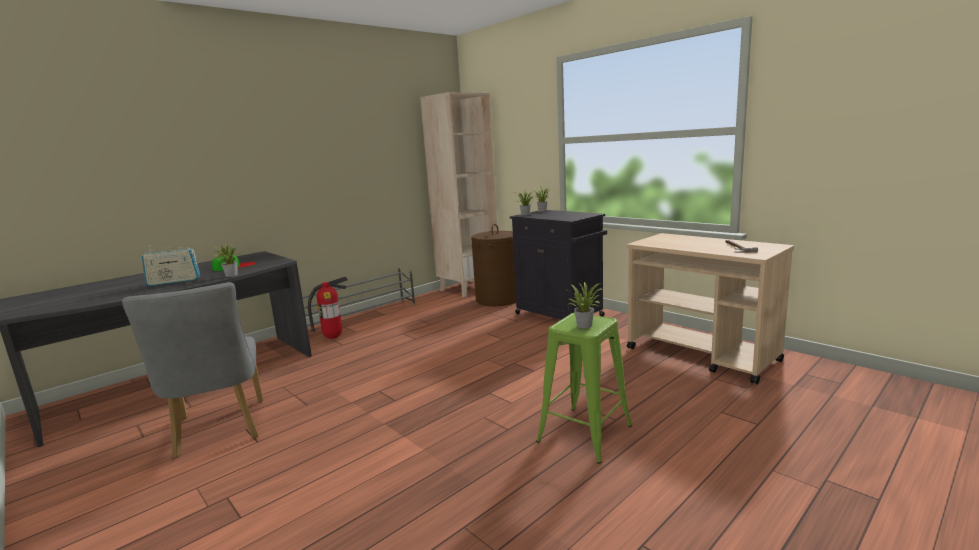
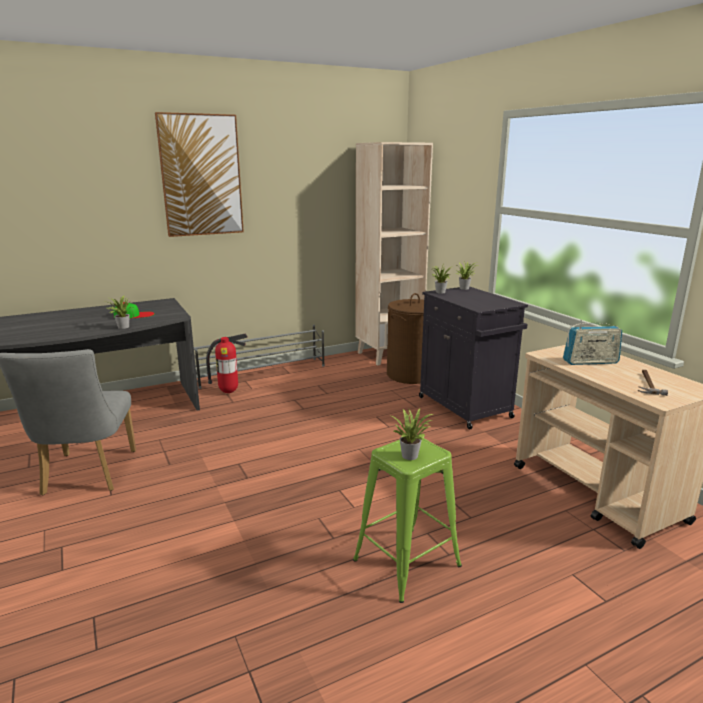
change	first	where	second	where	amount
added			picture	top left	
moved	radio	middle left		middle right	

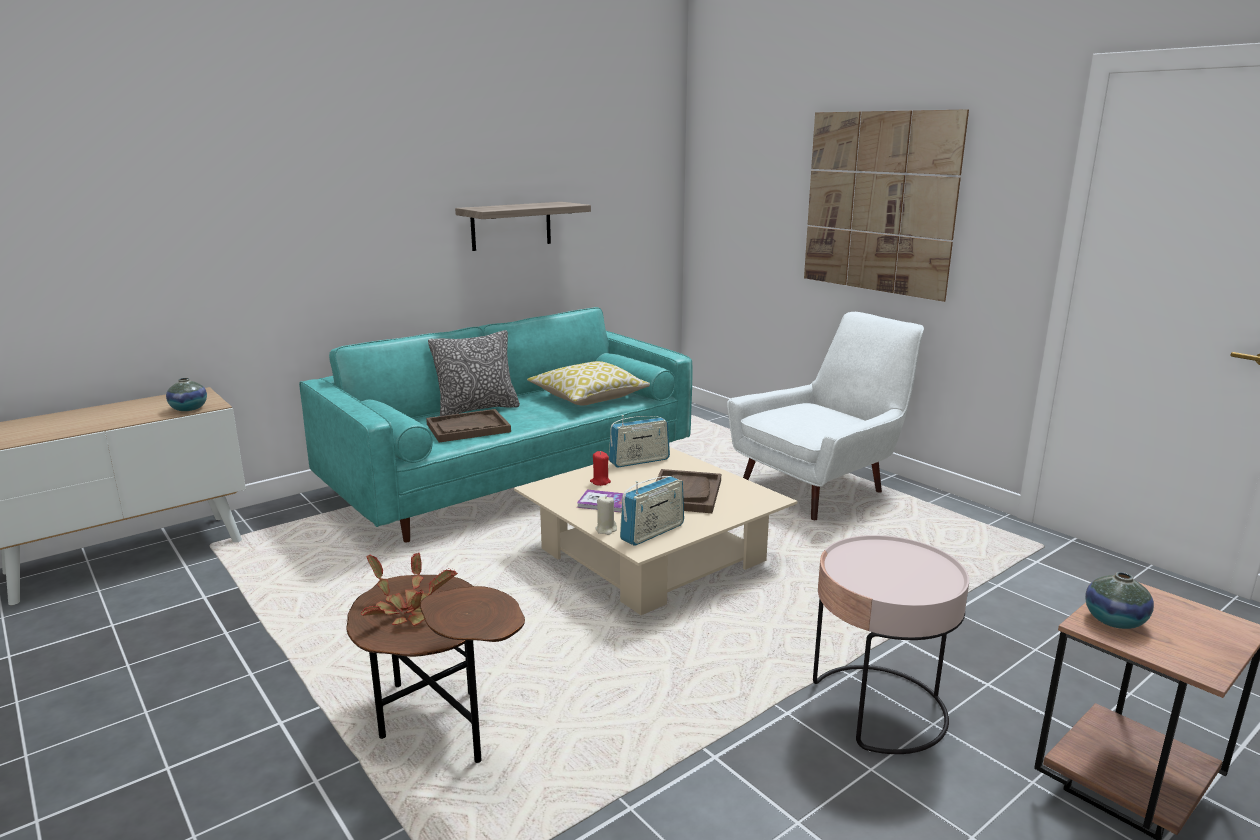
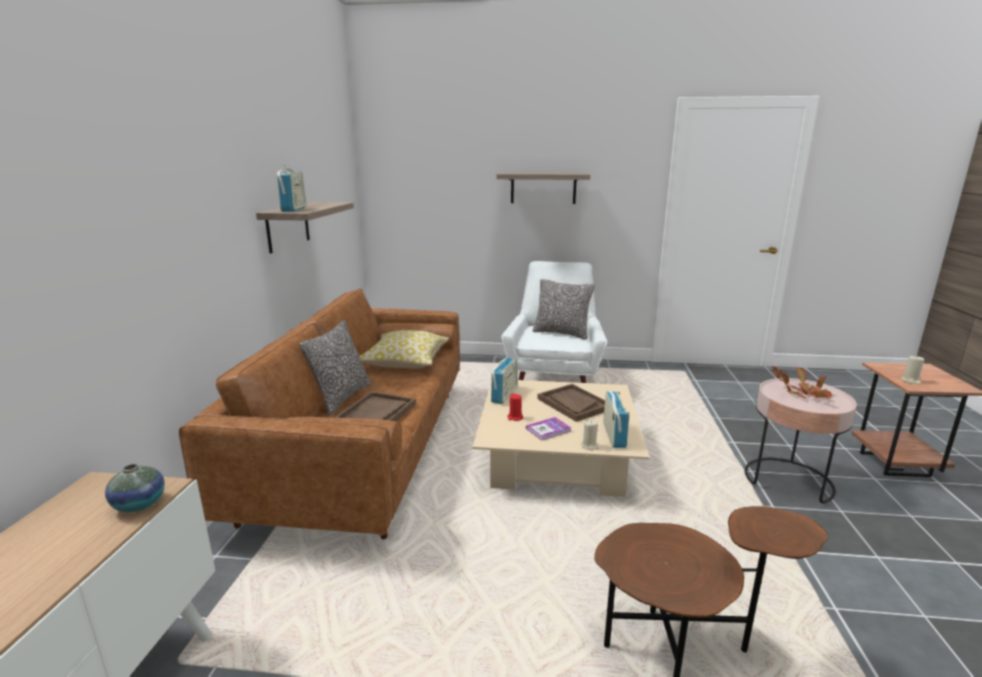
change	first	where	second	where	amount
added			radio (1st from left)	top left	
added			pillow (3rd from left)	centre	
moved	potted plant	bottom left		middle right	
replaced	picture	top right	shelf (2nd from left)	top centre	
replaced	vase (2nd from left)	bottom right	beige candle (2nd from left)	middle right	
recoloured	turquoise sofa	centre	brown sofa	middle left	

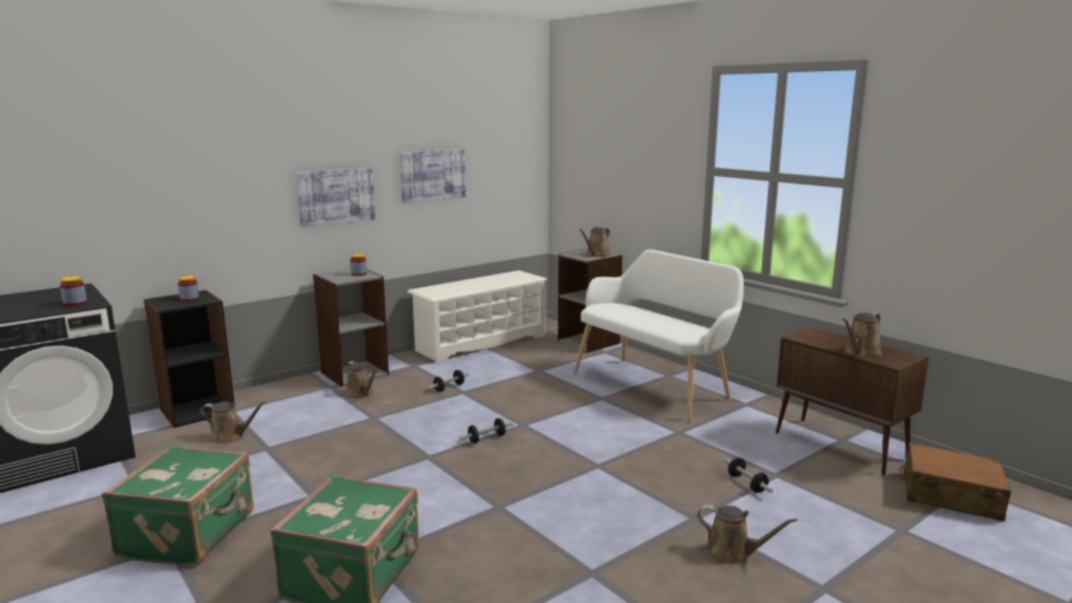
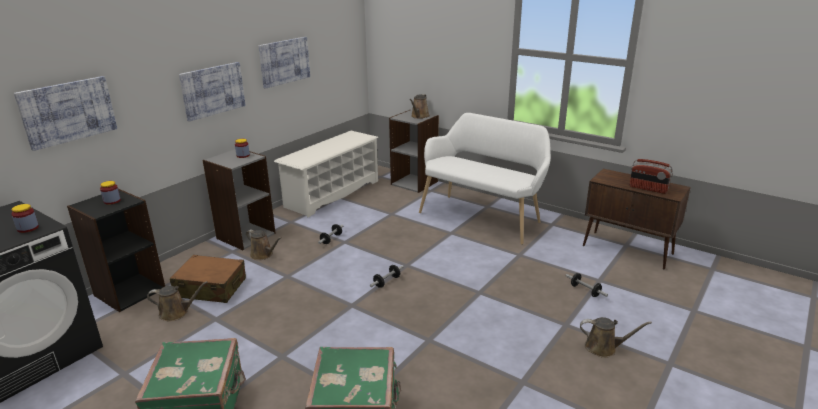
change	first	where	second	where	amount
added			picture (1st from left)	top left	
moved	brown suitcase	bottom right		bottom left	
replaced	brown watering can (5th from left)	middle right	radio	middle right	

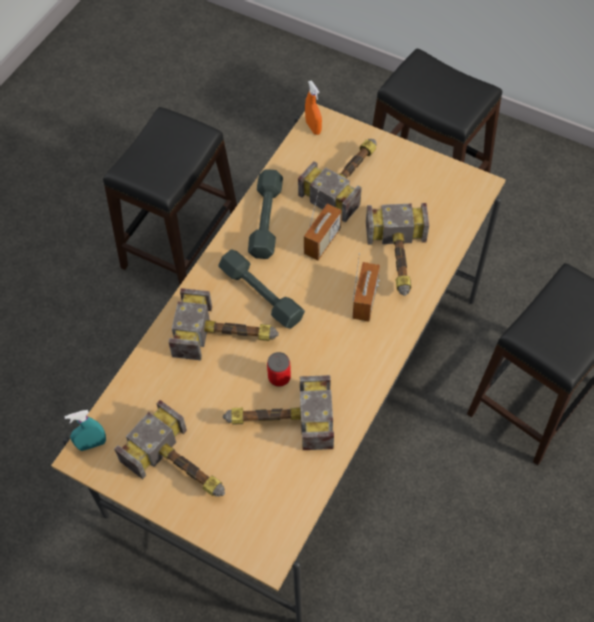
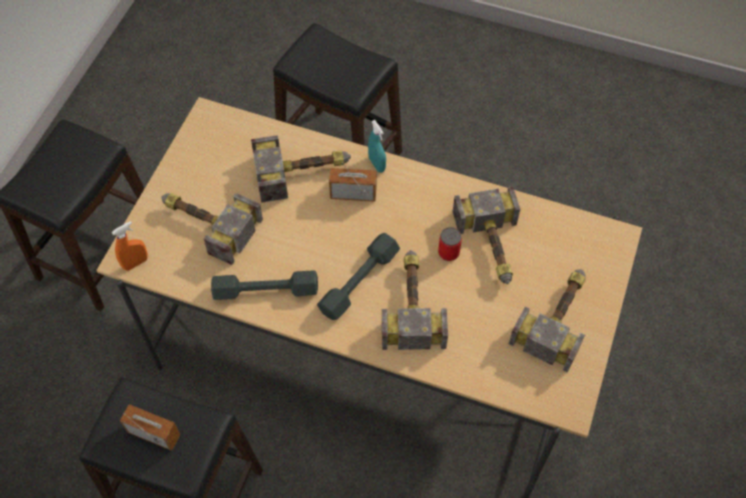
change	first	where	second	where	amount
moved	turquoise spray bottle	bottom left		top centre	
moved	radio (1st from left)	centre		bottom left	

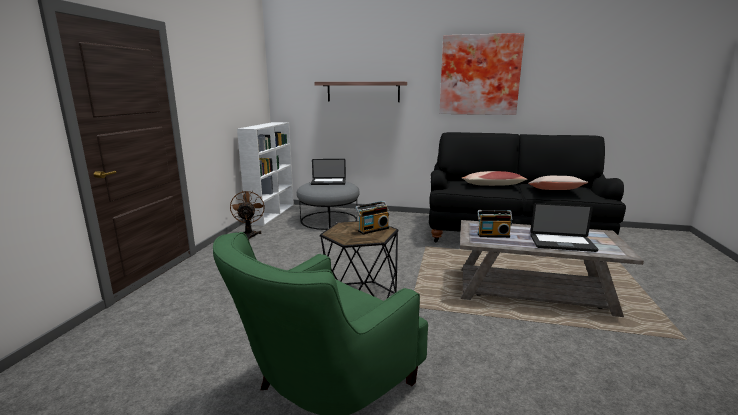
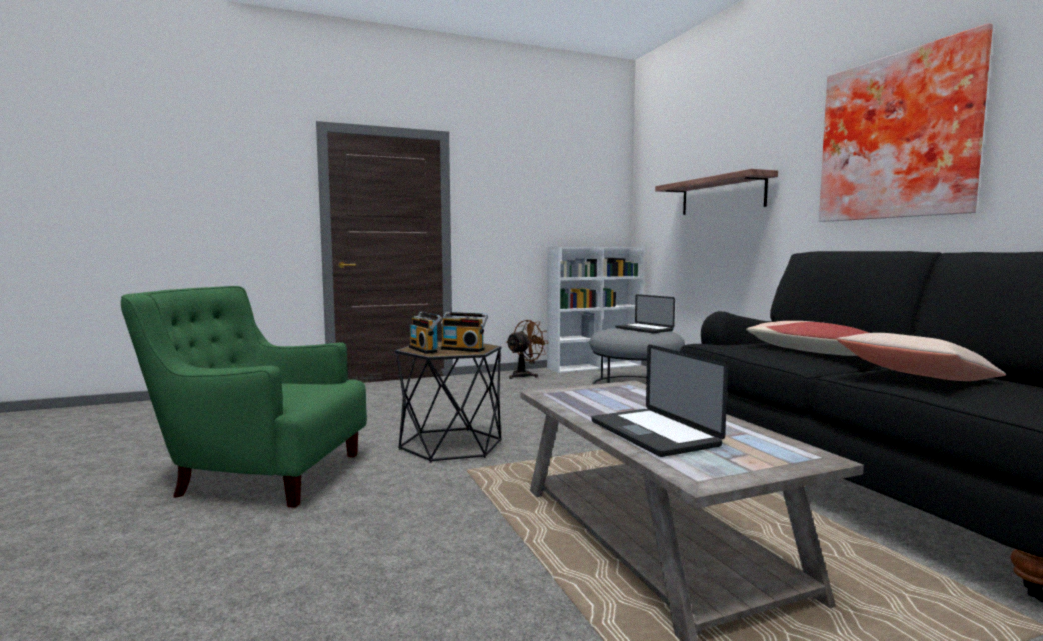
change	first	where	second	where	amount
moved	radio (2nd from left in the first image)	middle right	radio (1st from left)	centre	

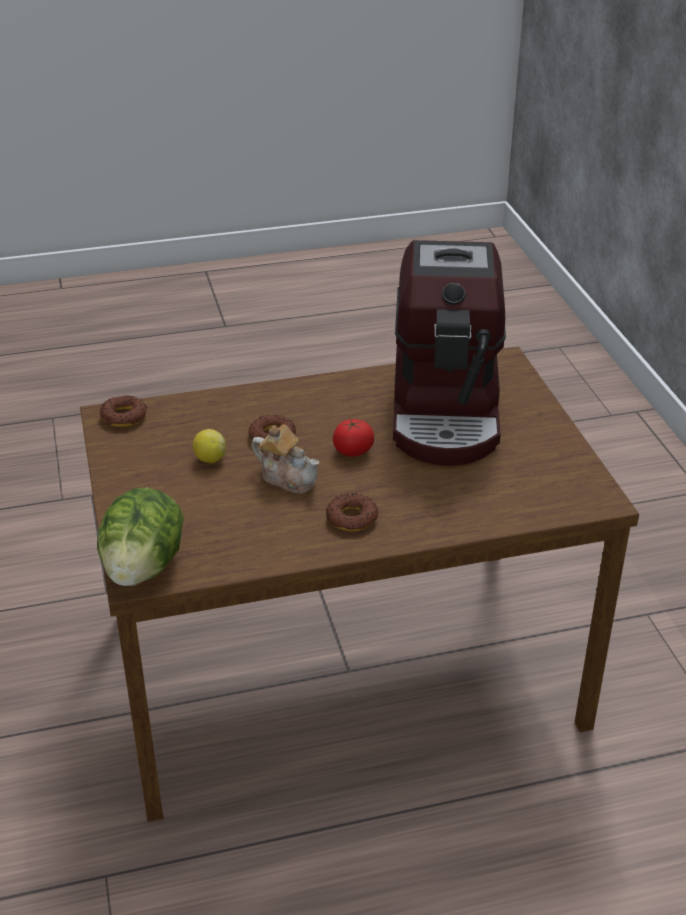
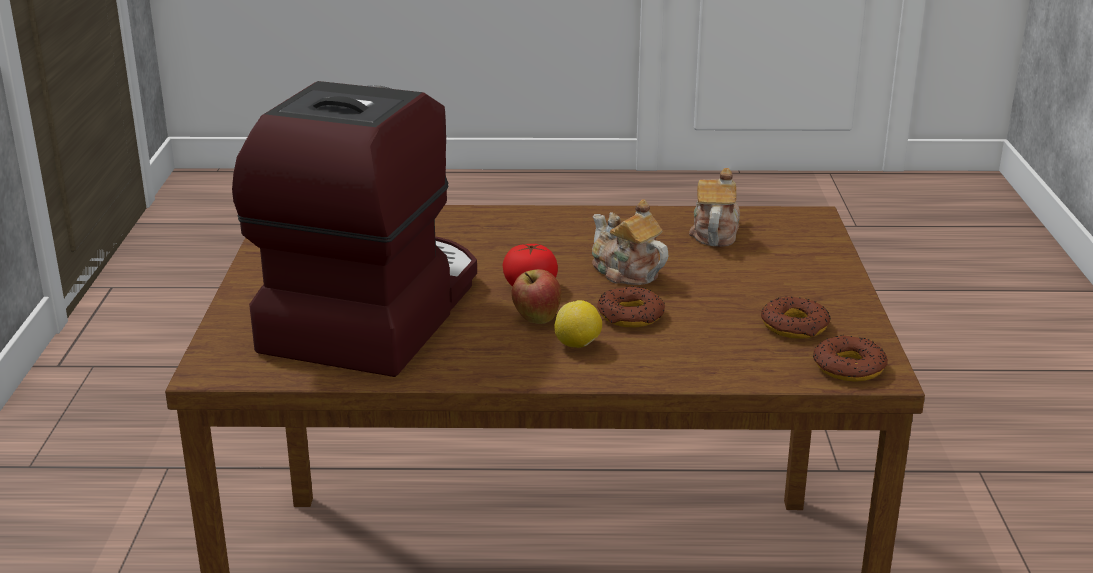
change	first	where	second	where	amount
removed	lettuce	middle left			
added			apple	centre	
added			teapot (2nd from left)	centre	
moved	lemon	middle left		centre	
moved	donut (3rd from left in the first image)	centre	donut (2nd from left)	middle right	

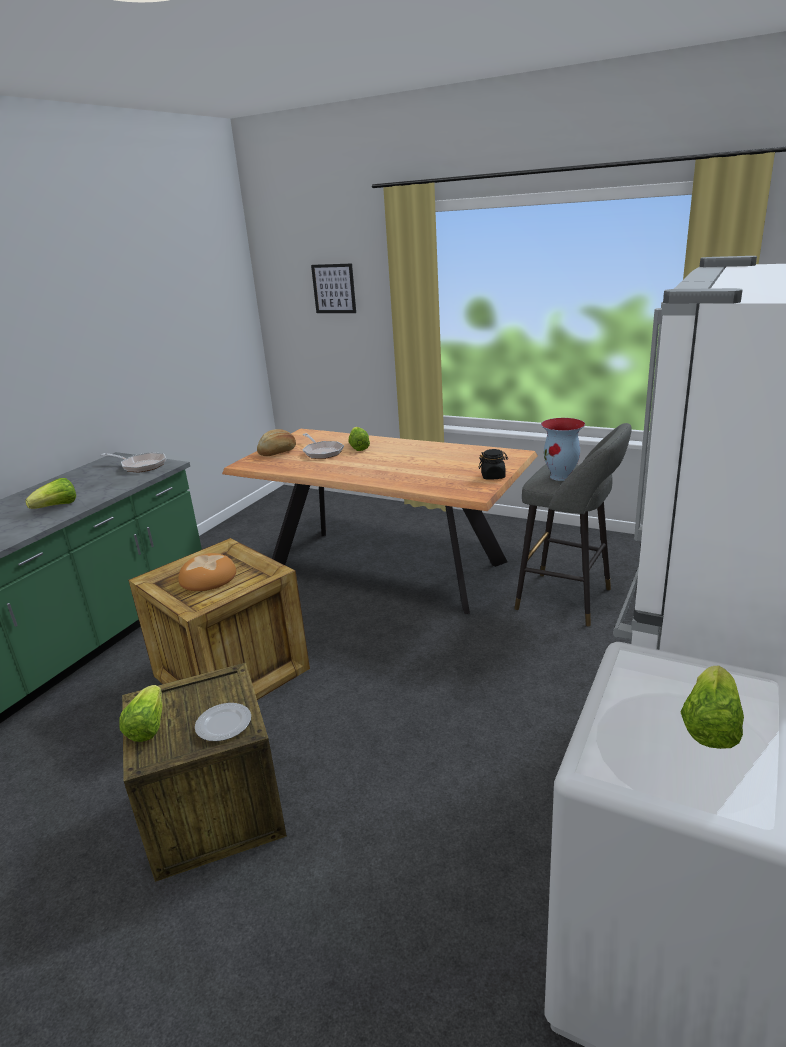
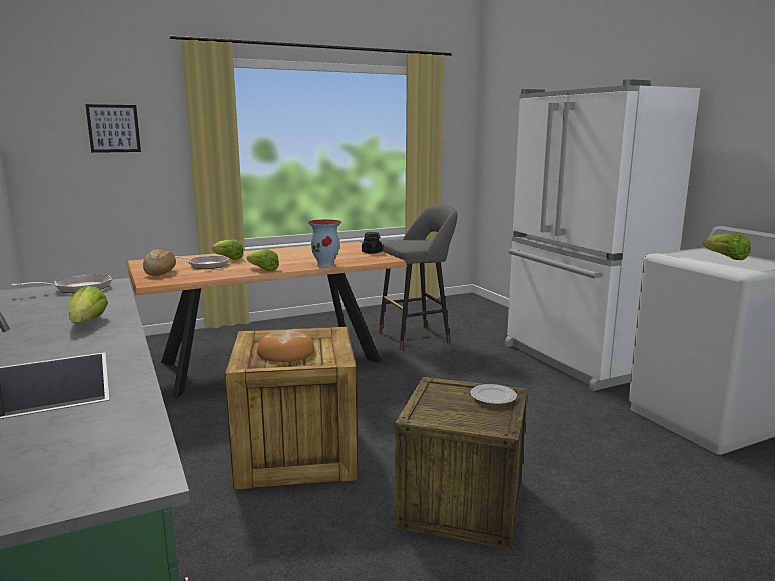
change	first	where	second	where	amount
moved	lettuce (2nd from left in the first image)	bottom left	lettuce (3rd from left)	centre	
moved	vase	middle right		centre	

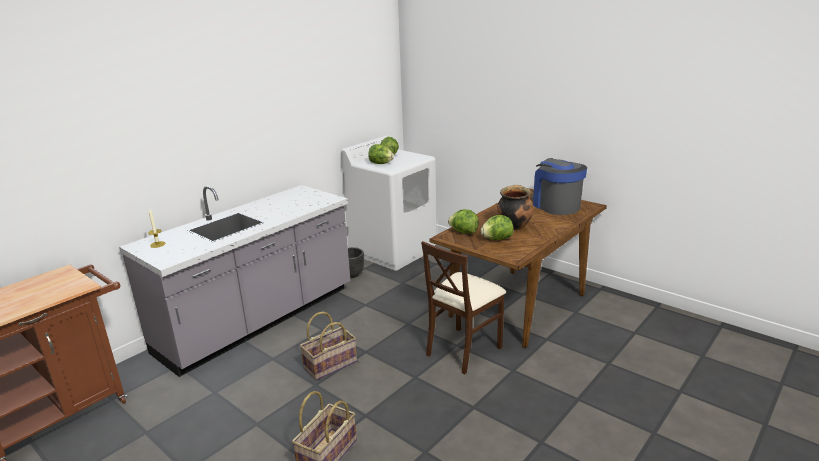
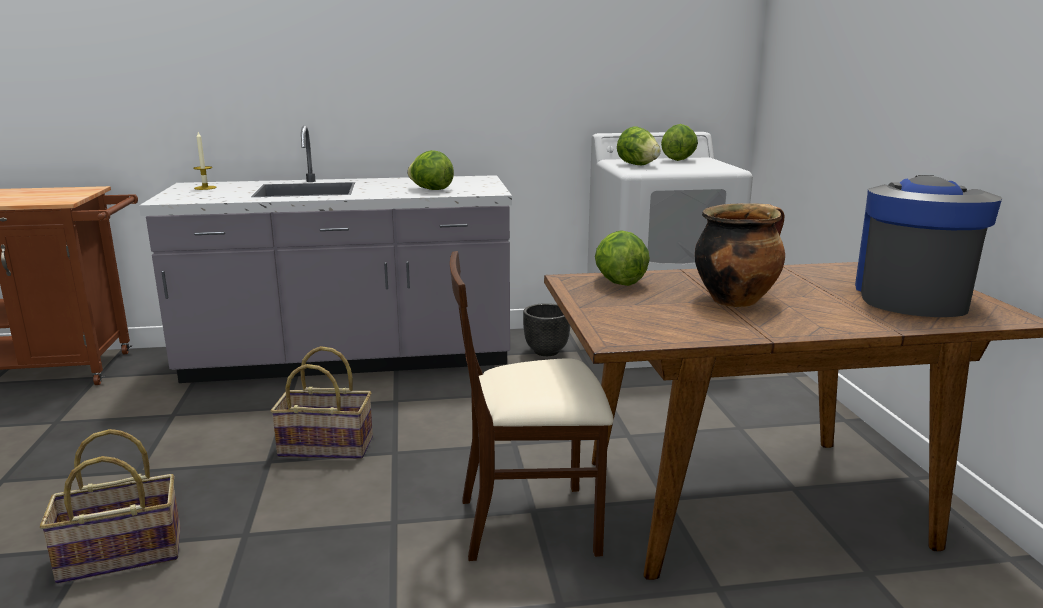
change	first	where	second	where	amount
moved	lettuce (4th from left in the first image)	centre	lettuce (1st from left)	top centre	

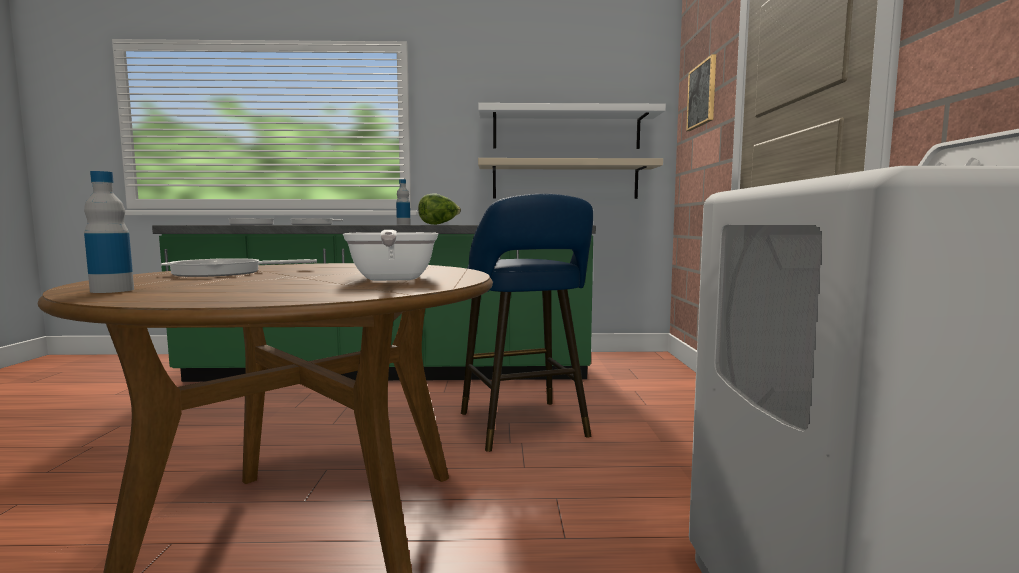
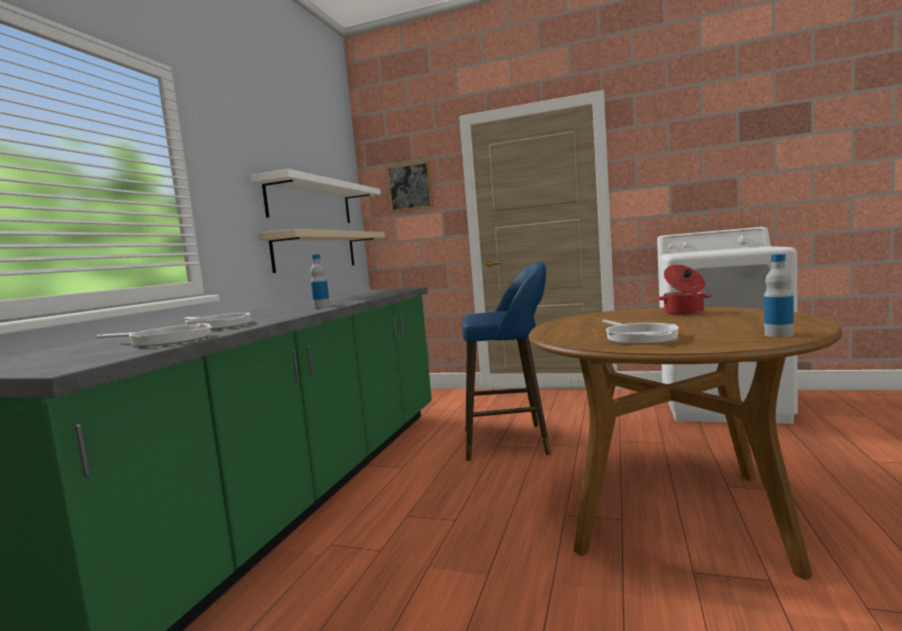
change	first	where	second	where	amount
removed	lettuce	centre			
replaced	frying pan (4th from left)	centre	cooking pot	middle right	

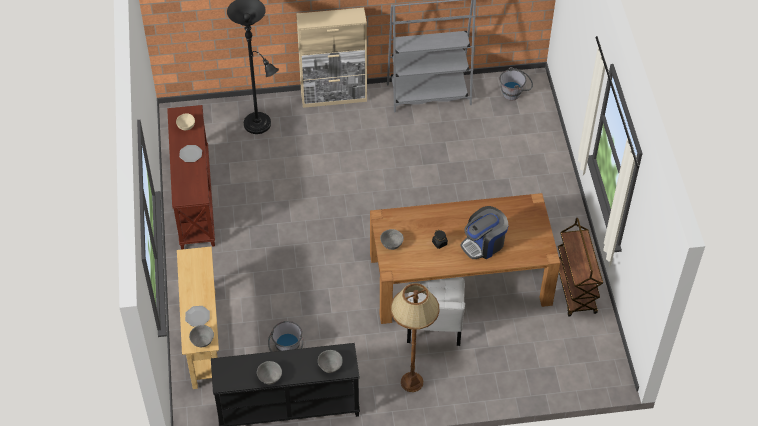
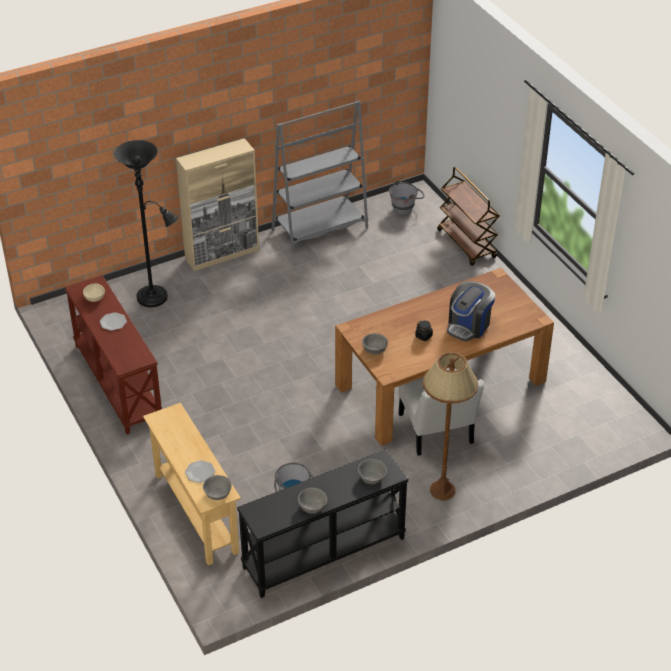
change	first	where	second	where	amount
moved	brown cart	middle right		top right	

